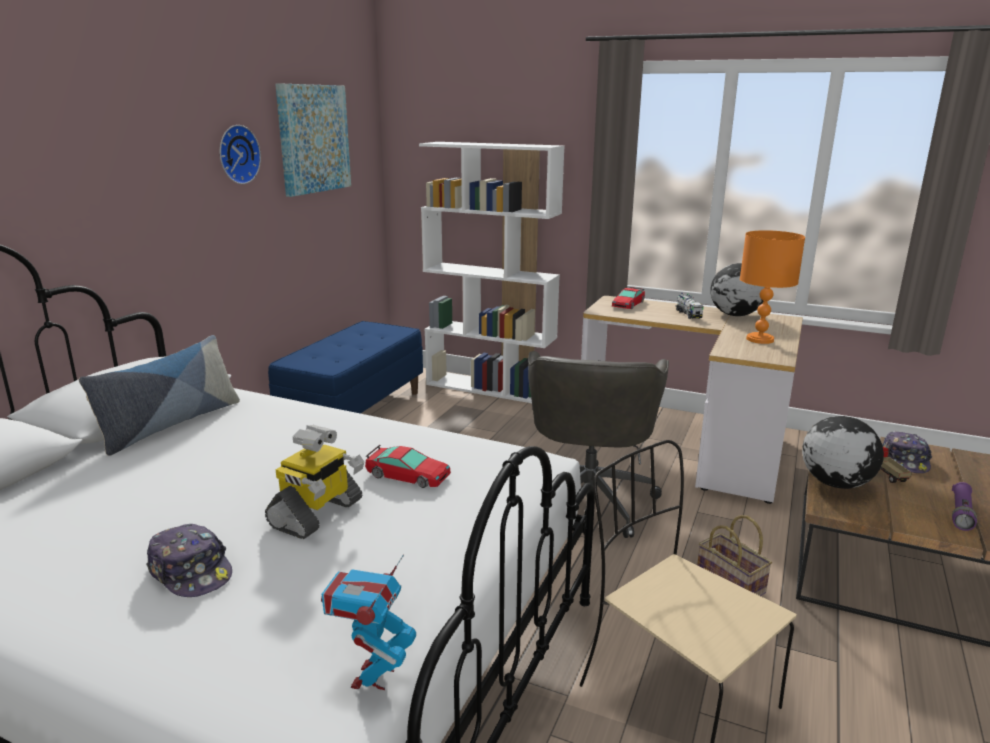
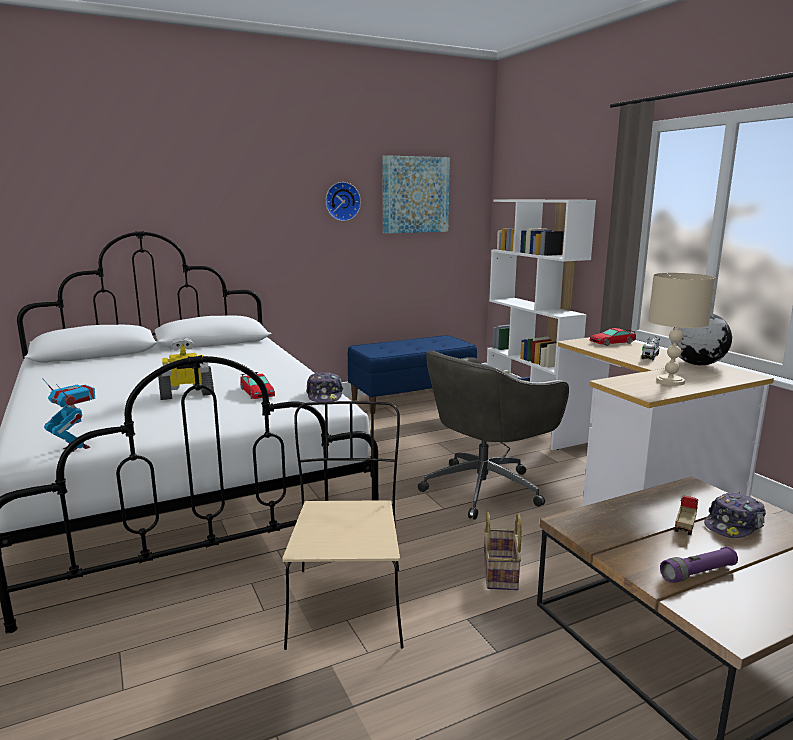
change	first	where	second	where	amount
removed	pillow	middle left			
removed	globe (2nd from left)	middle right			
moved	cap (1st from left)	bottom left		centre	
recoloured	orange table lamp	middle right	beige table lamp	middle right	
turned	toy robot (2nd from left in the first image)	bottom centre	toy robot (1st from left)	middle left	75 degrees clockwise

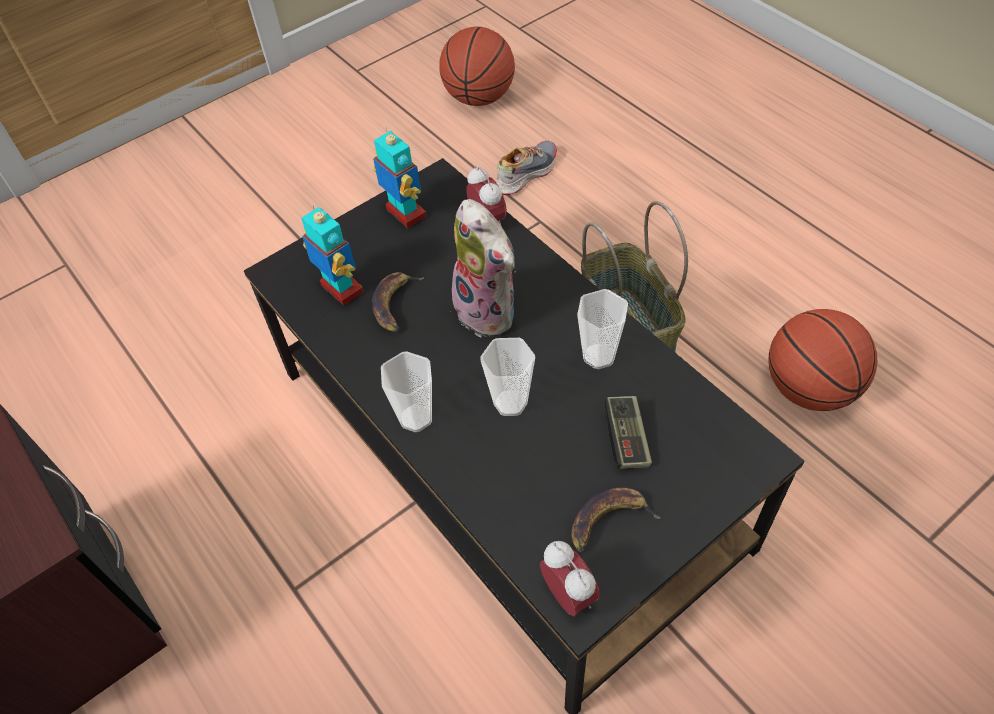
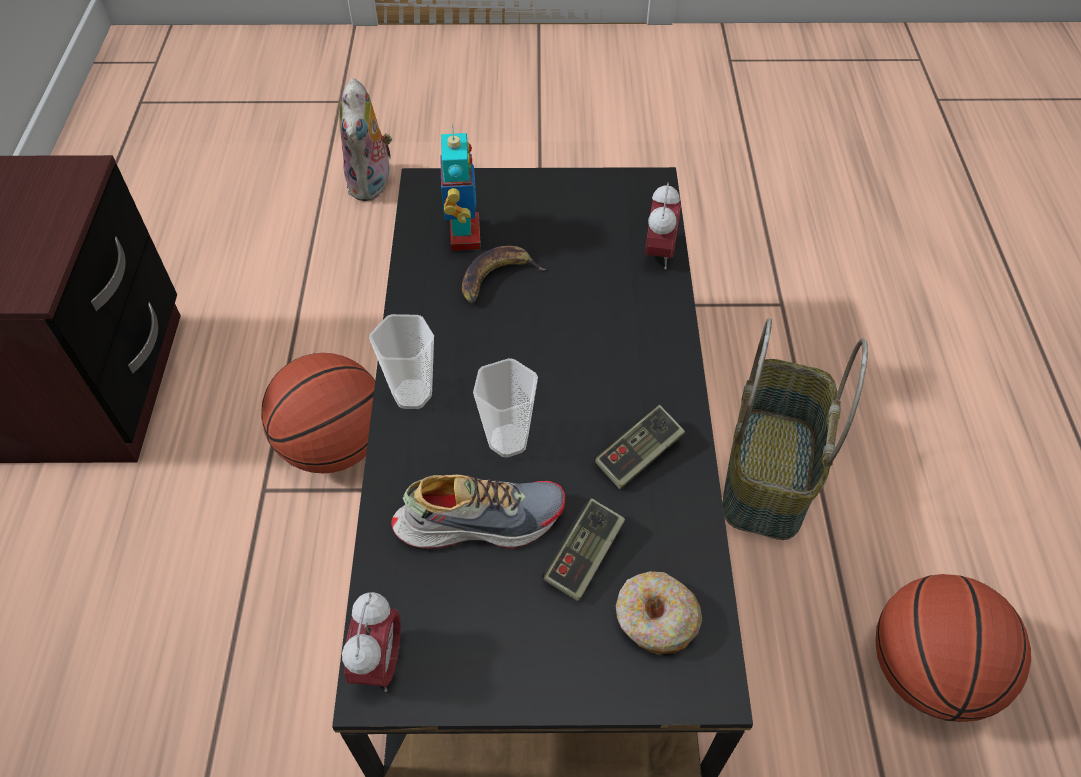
change	first	where	second	where	amount
removed	toy robot (2nd from left)	top centre			
removed	banana (2nd from left)	bottom centre			
added			donut	bottom centre	
moved	basketball (1st from left)	top centre		middle left	
moved	plush toy	centre		top centre	
moved	shoe	top centre		centre	
replaced	cup (3rd from left)	centre	game controller (2nd from left)	centre	

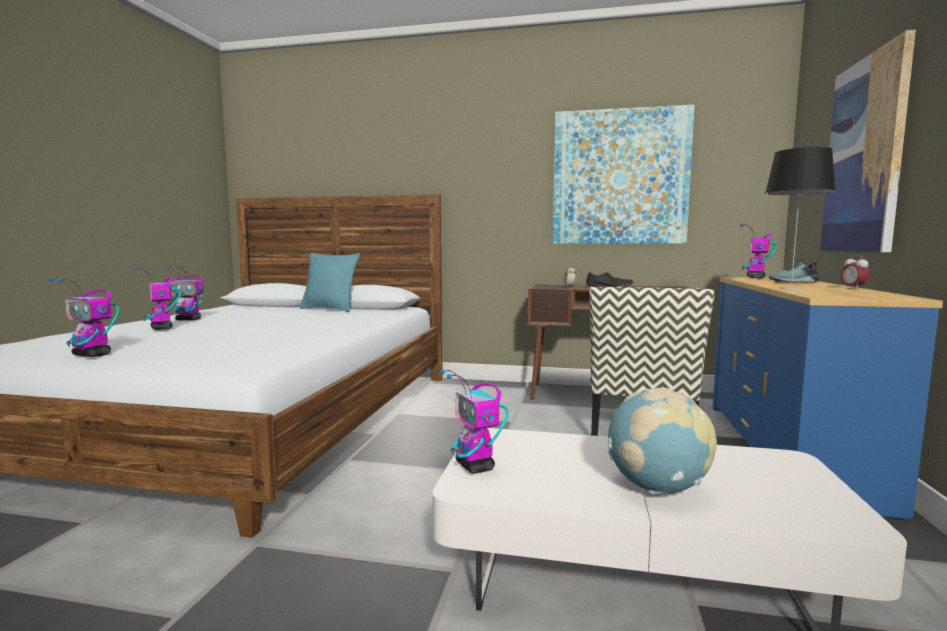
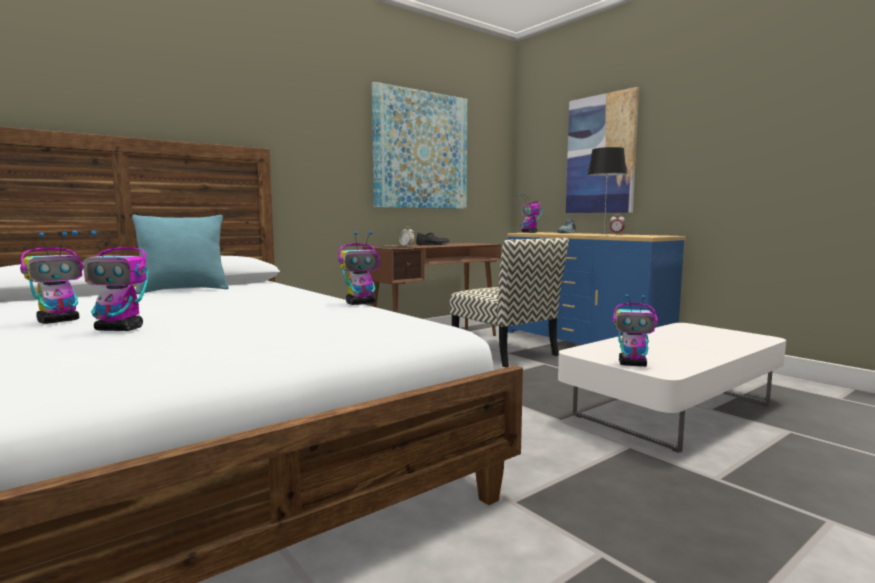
change	first	where	second	where	amount
removed	globe	bottom right			
moved	toy robot (1st from left in the first image)	middle left	toy robot (3rd from left)	centre	

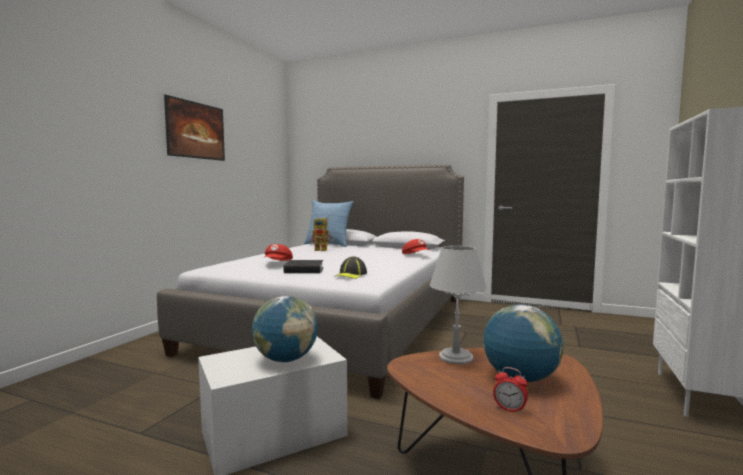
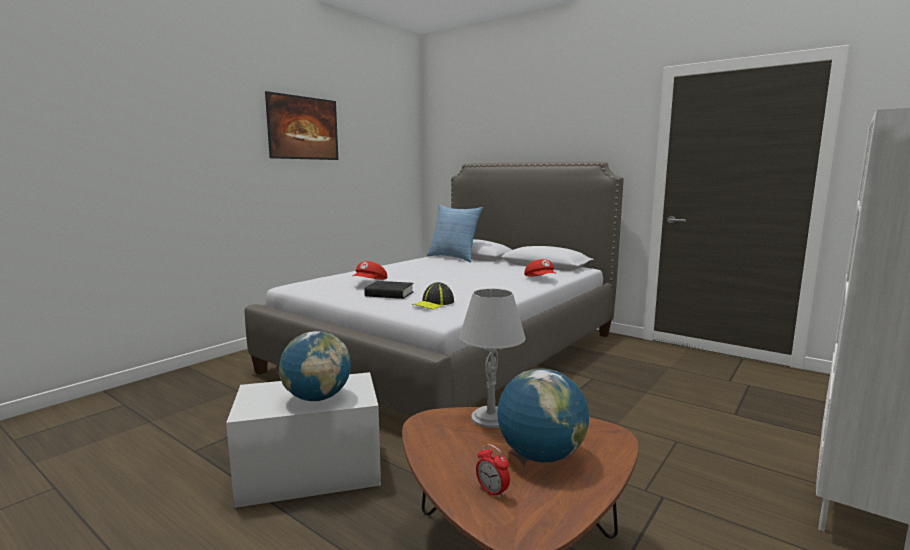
change	first	where	second	where	amount
removed	toy robot	centre			

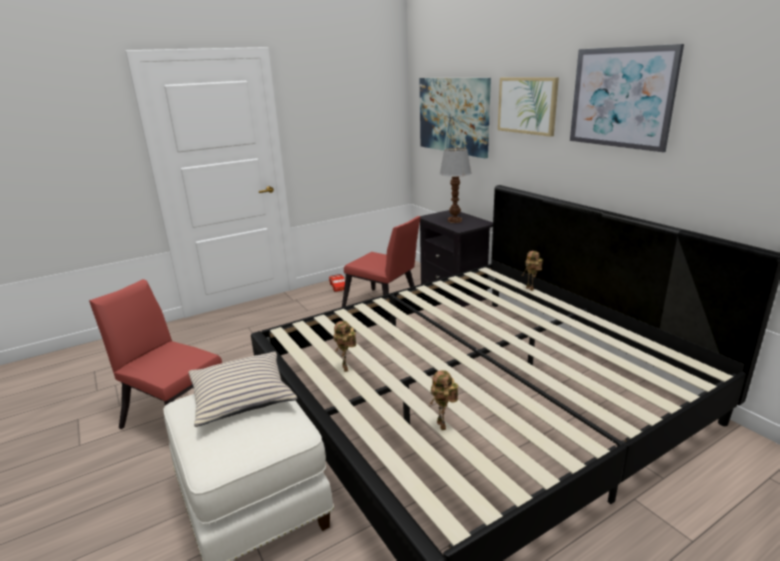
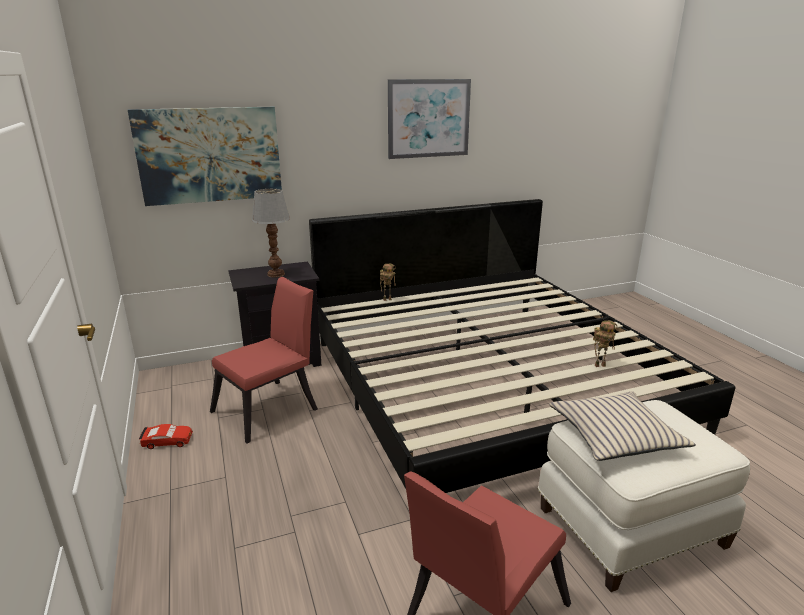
change	first	where	second	where	amount
removed	toy robot (1st from left)	centre			
removed	picture (2nd from left)	top right			

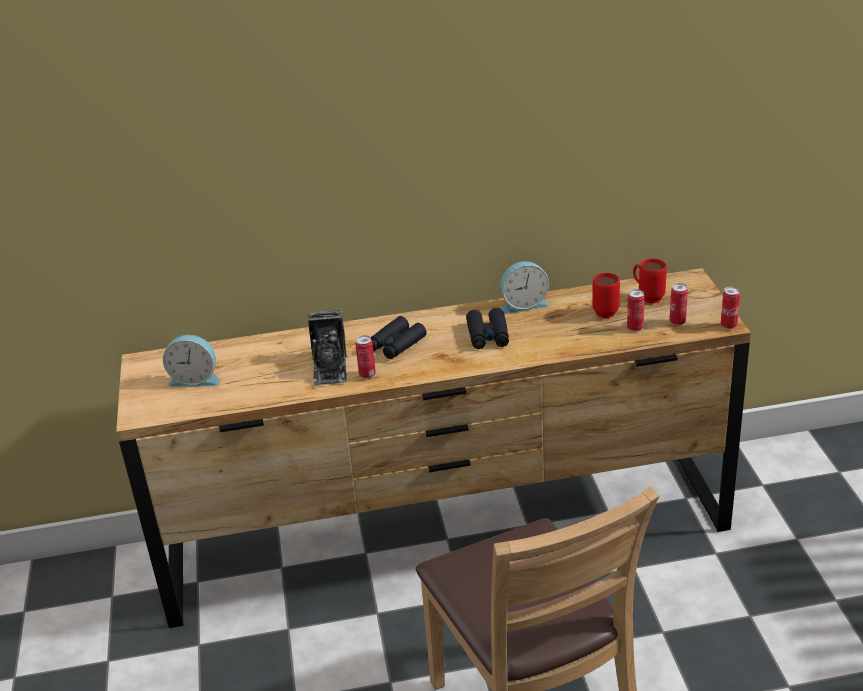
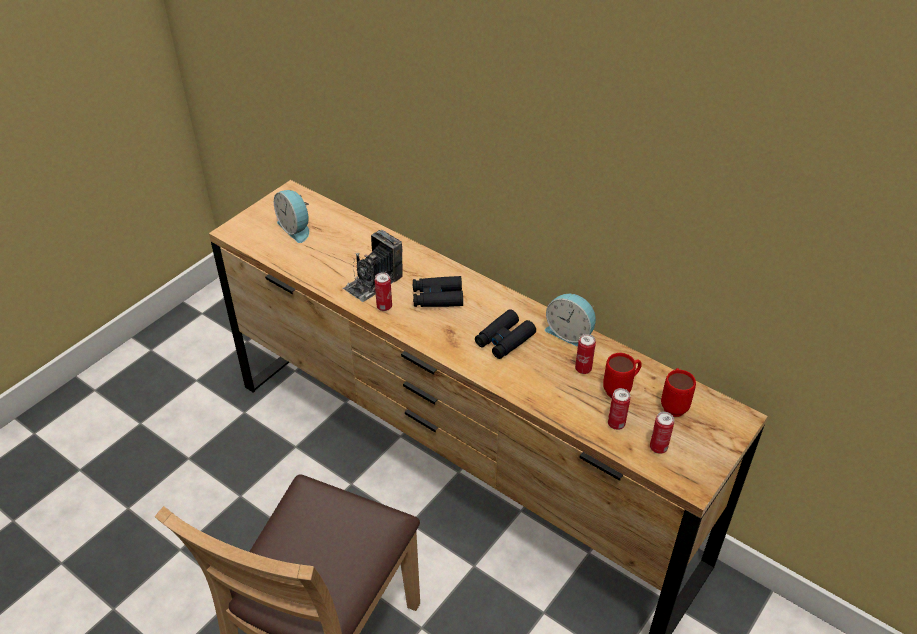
change	first	where	second	where	amount
moved	can (4th from left in the first image)	middle right	can (2nd from left)	centre	

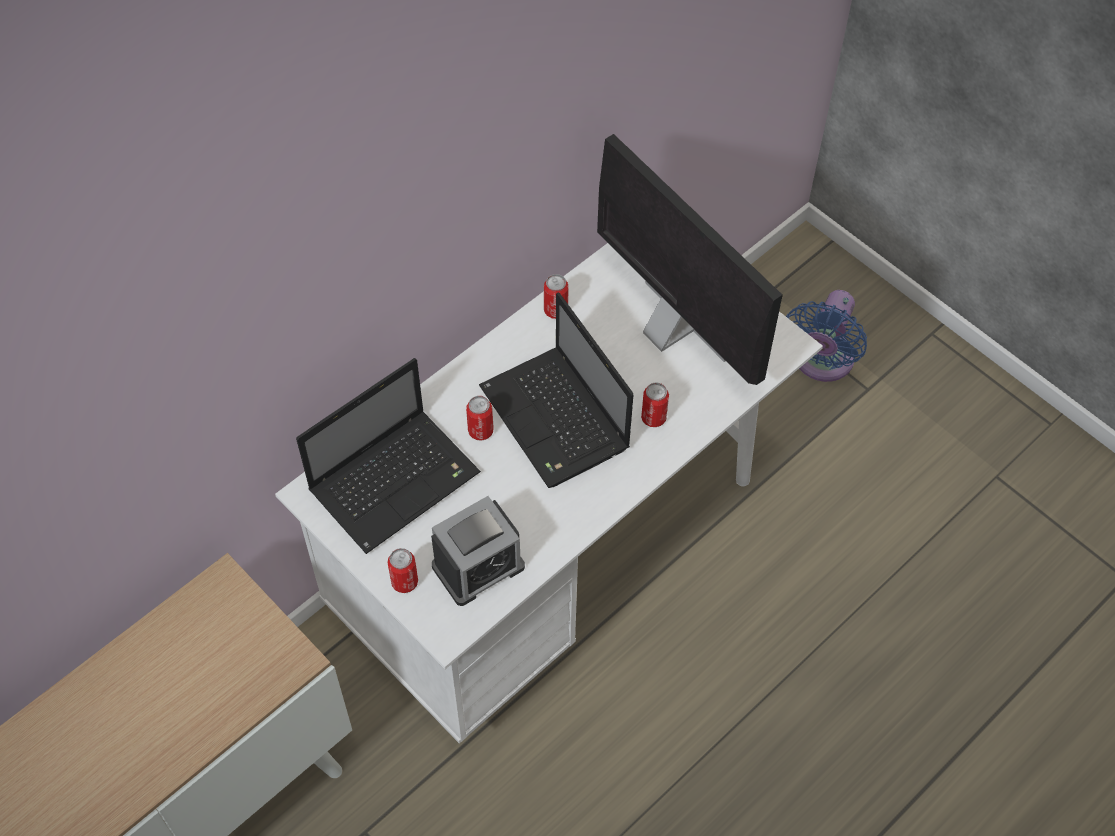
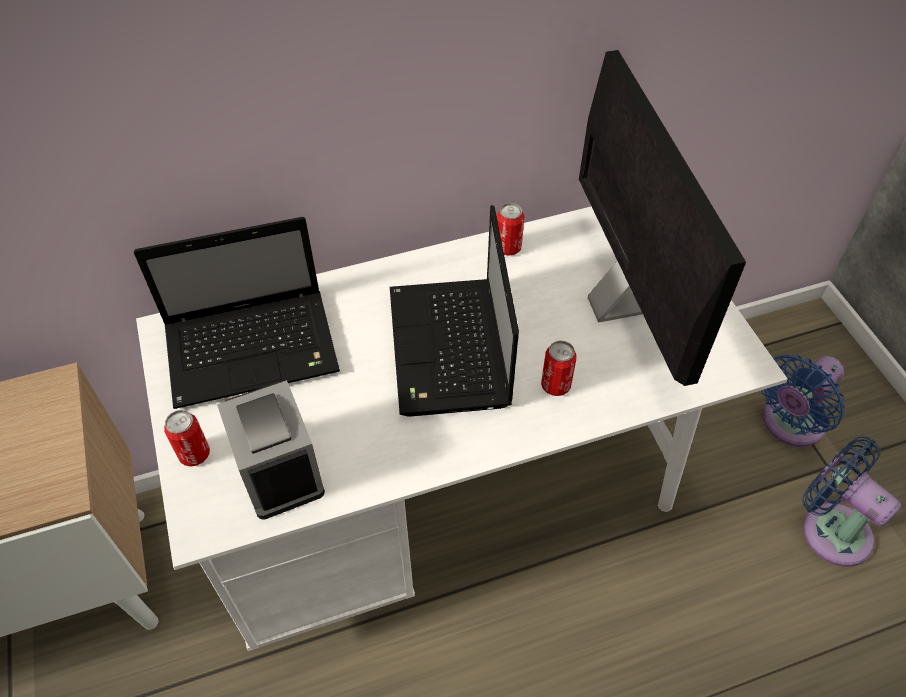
change	first	where	second	where	amount
removed	can (2nd from left)	centre			
added			blue fan (2nd from left)	bottom right	
turned	alarm clock	centre		middle left	75 degrees clockwise

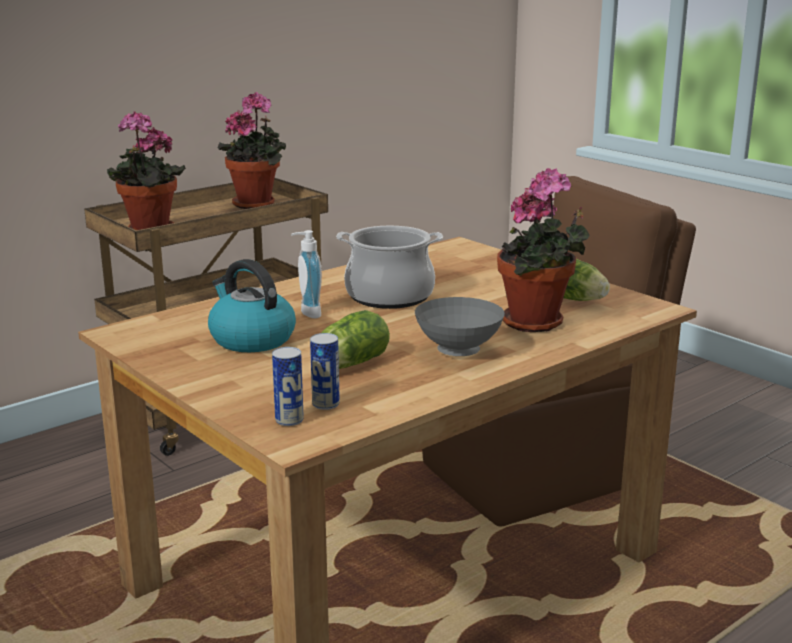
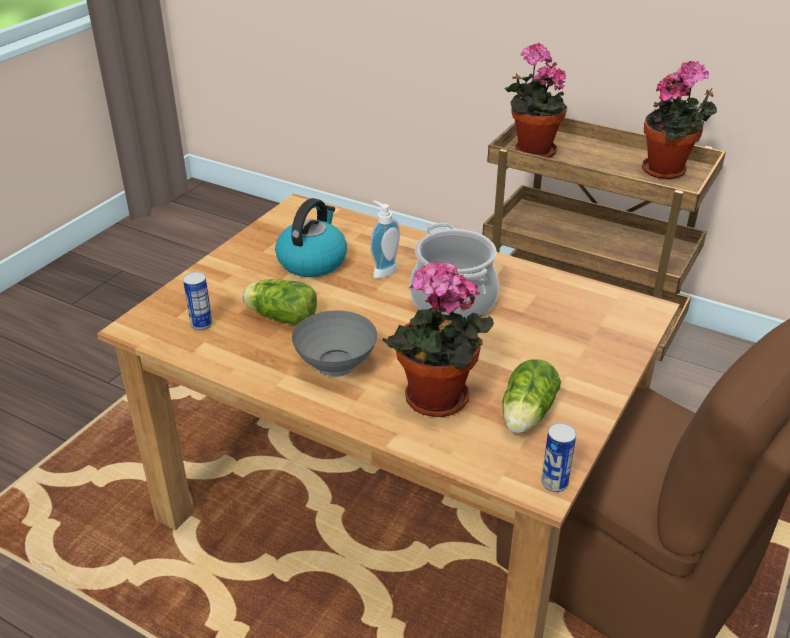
change	first	where	second	where	amount
moved	can (1st from left in the first image)	centre	can (2nd from left)	bottom right	

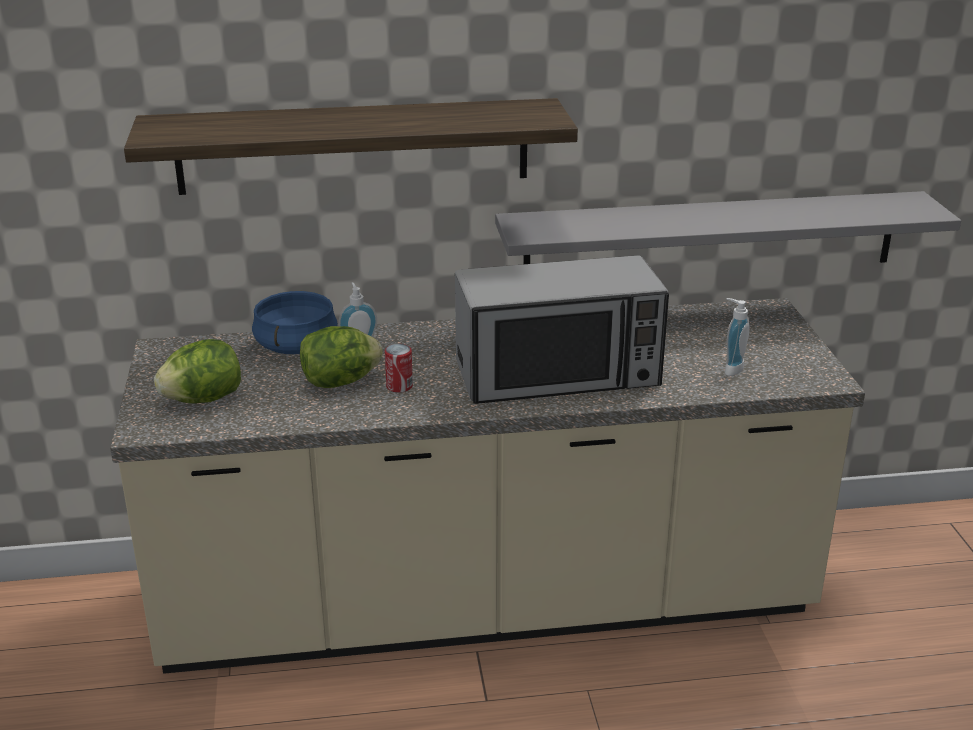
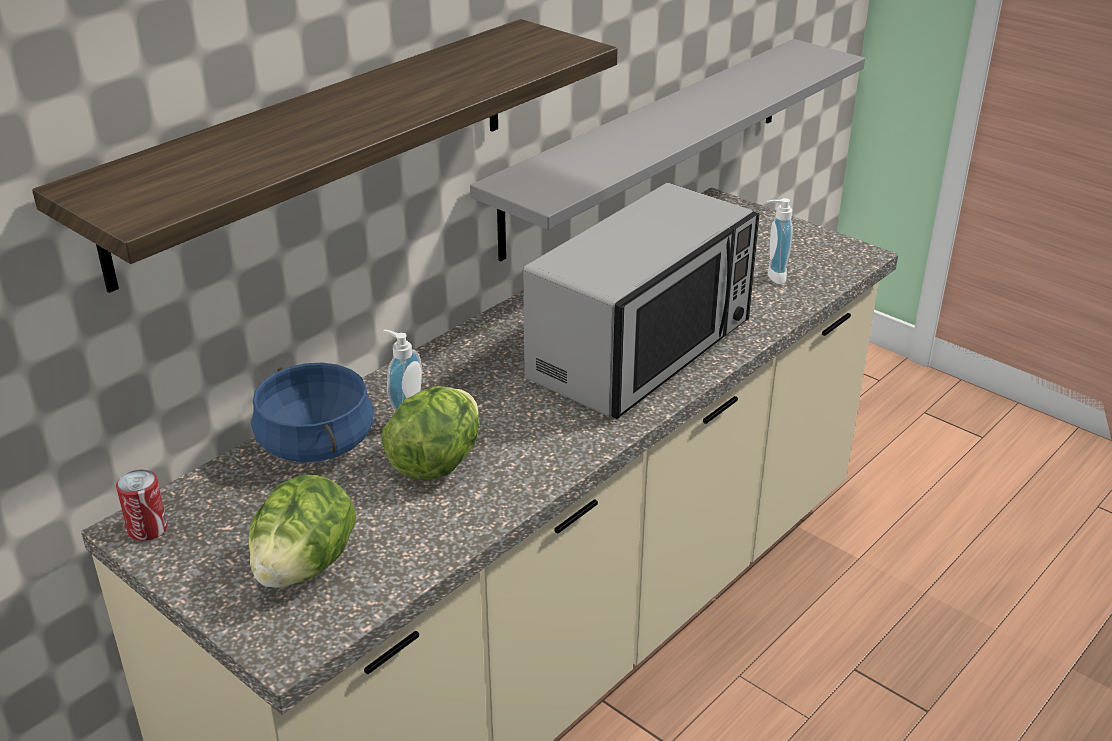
change	first	where	second	where	amount
moved	can	centre		bottom left	

